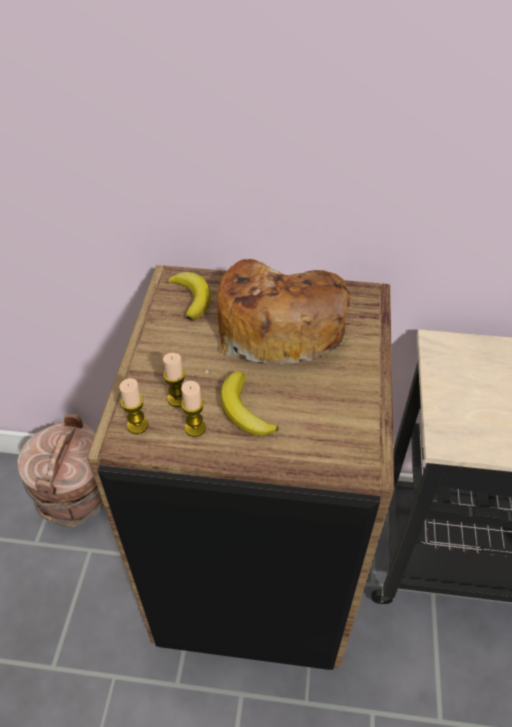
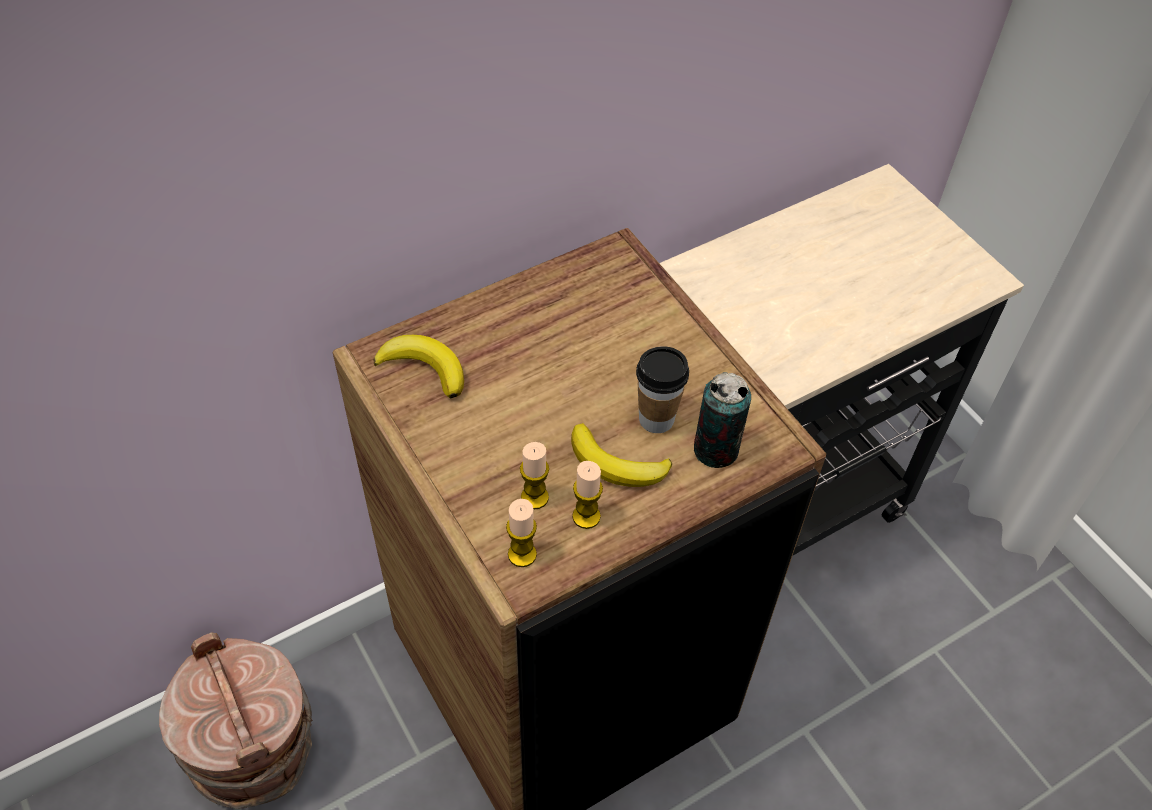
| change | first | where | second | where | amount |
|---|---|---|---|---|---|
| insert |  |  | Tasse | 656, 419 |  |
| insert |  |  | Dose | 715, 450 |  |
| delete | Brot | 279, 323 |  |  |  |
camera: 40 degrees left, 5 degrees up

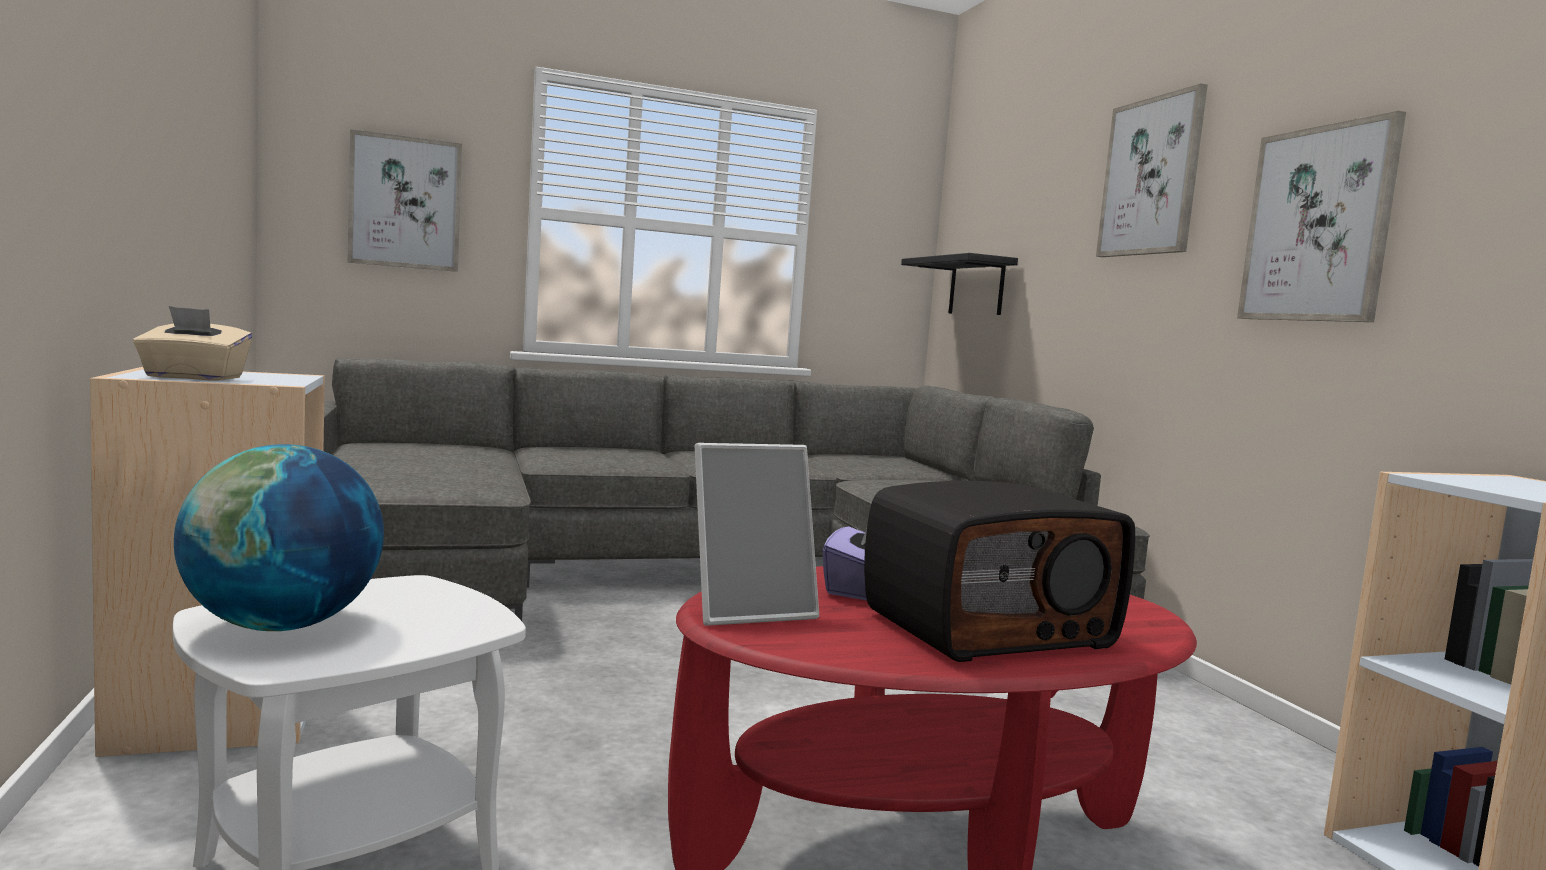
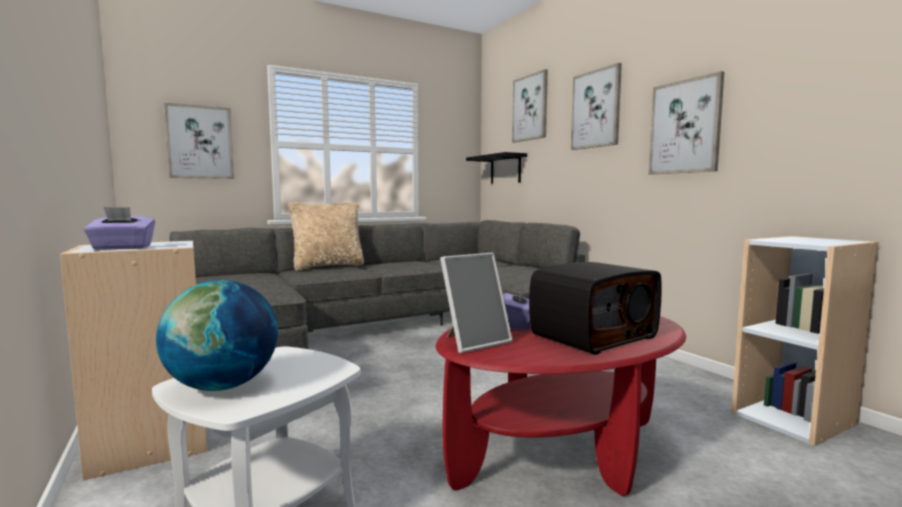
| change | first | where | second | where | amount |
|---|---|---|---|---|---|
| recolor | Taschentuchbox [beige] | 193, 377 | Taschentuchbox [lila] | 122, 248 |  |
| insert |  |  | Kissen [beige] | 329, 267 |  |
| insert |  |  | Bild | 530, 108 |  |
camera: 10 degrees left, 0 degrees up

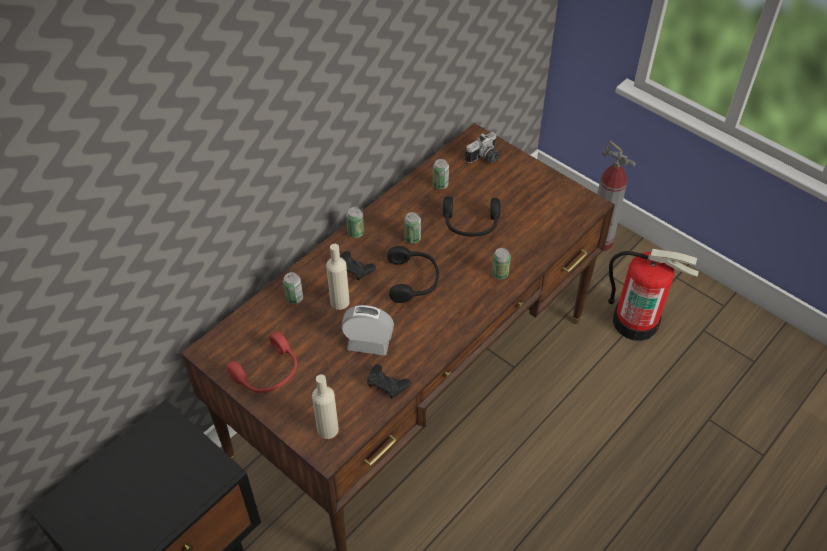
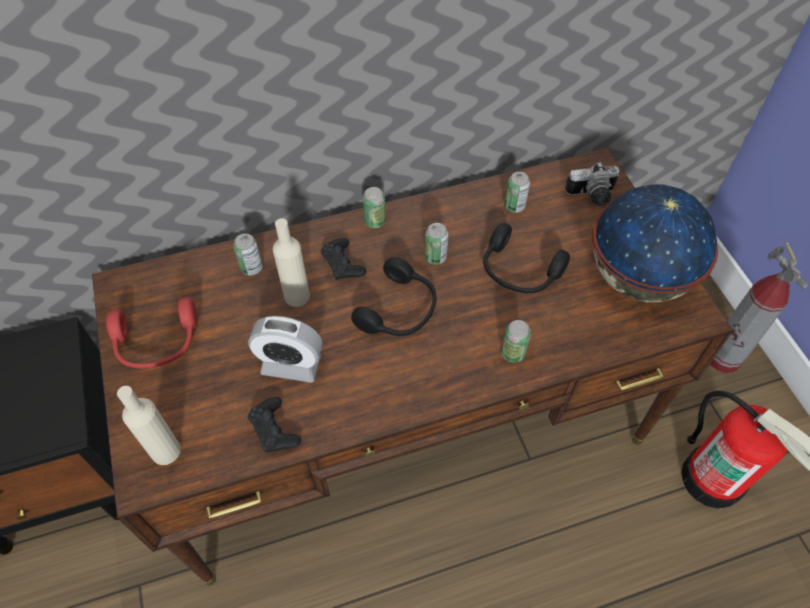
| change | first | where | second | where | amount |
|---|---|---|---|---|---|
| rotate | Wecker | 368, 343 |  | 291, 365 | 150 degrees clockwise |
| insert |  |  | Globus | 636, 277 |  |
camera: 30 degrees right, 5 degrees up

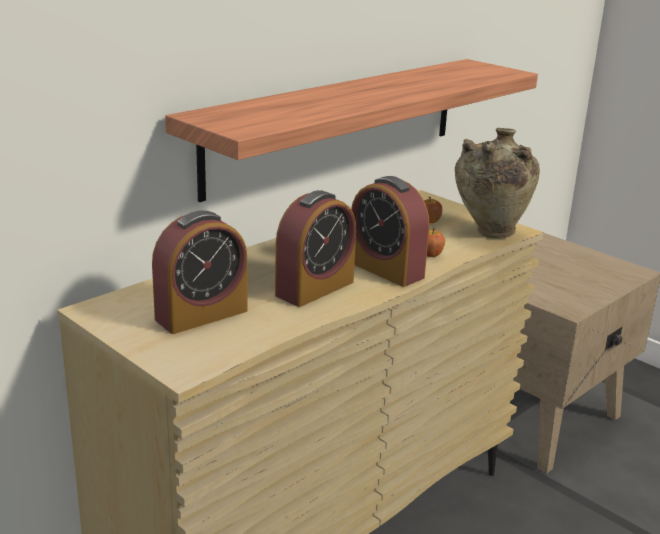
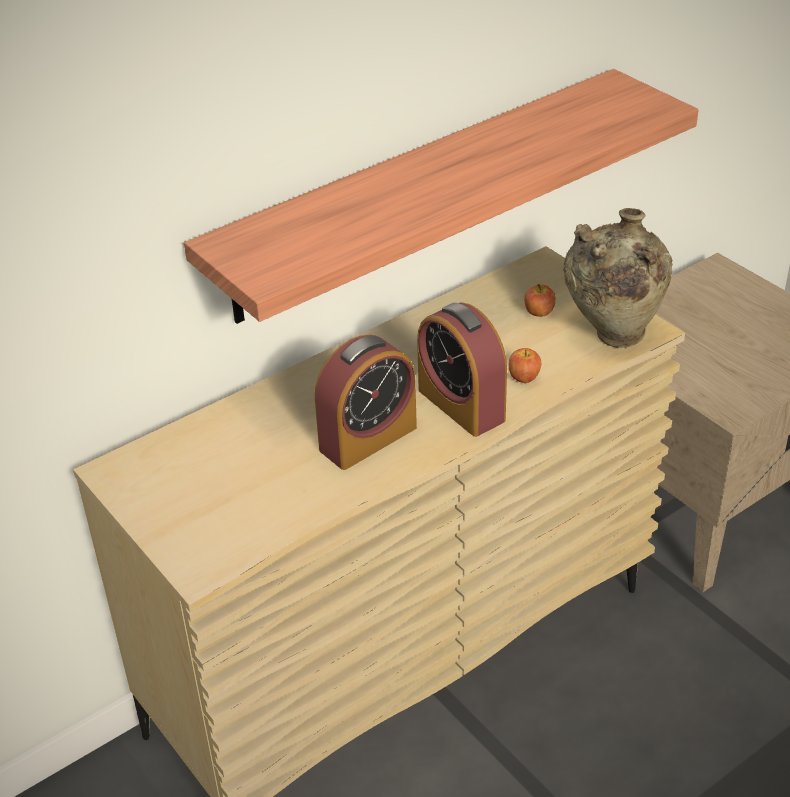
| change | first | where | second | where | amount |
|---|---|---|---|---|---|
| delete | Wecker | 201, 315 |  |  |  |
camera: 10 degrees right, 15 degrees up

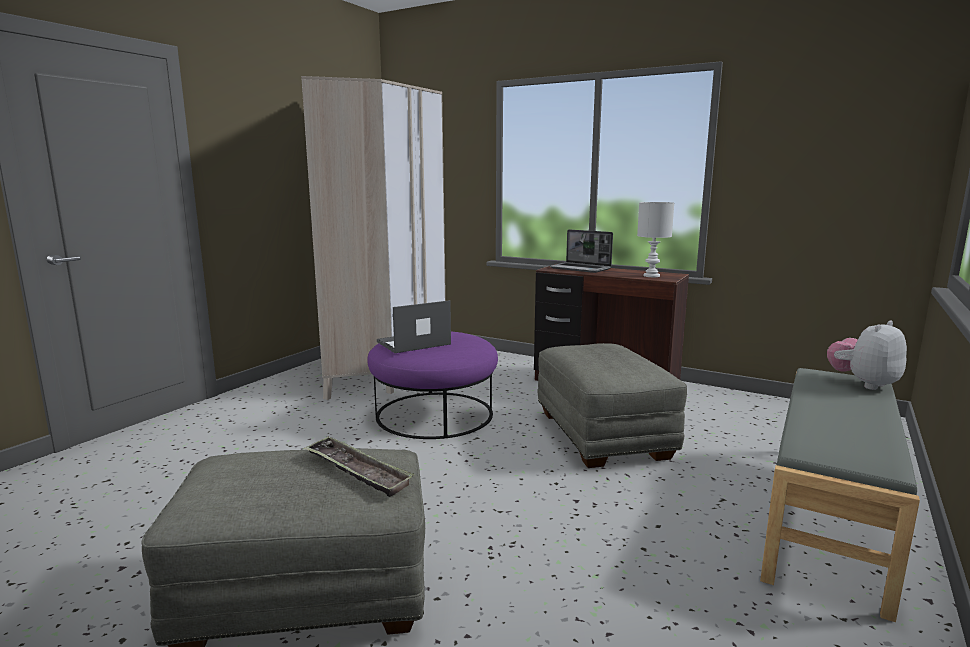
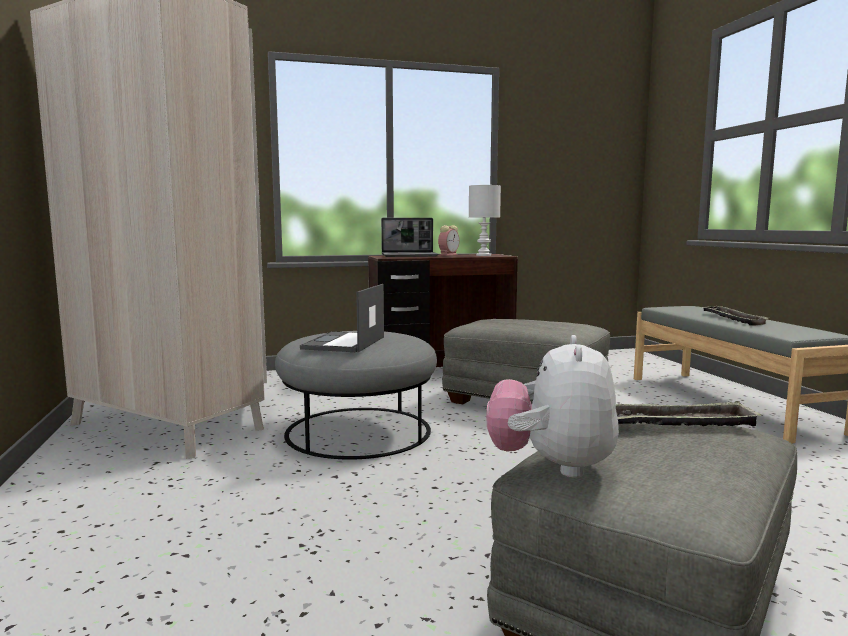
| change | first | where | second | where | amount |
|---|---|---|---|---|---|
| recolor | Polsterhocker [lila] | 434, 414 | Polsterhocker [grau] | 357, 431 |  |
| insert |  |  | Wecker | 448, 254 |  |
| move | Plüschtier | 863, 384 |  | 551, 466 |  |
| insert |  |  | Tablett | 732, 319 |  |
camera: 45 degrees left, 5 degrees down

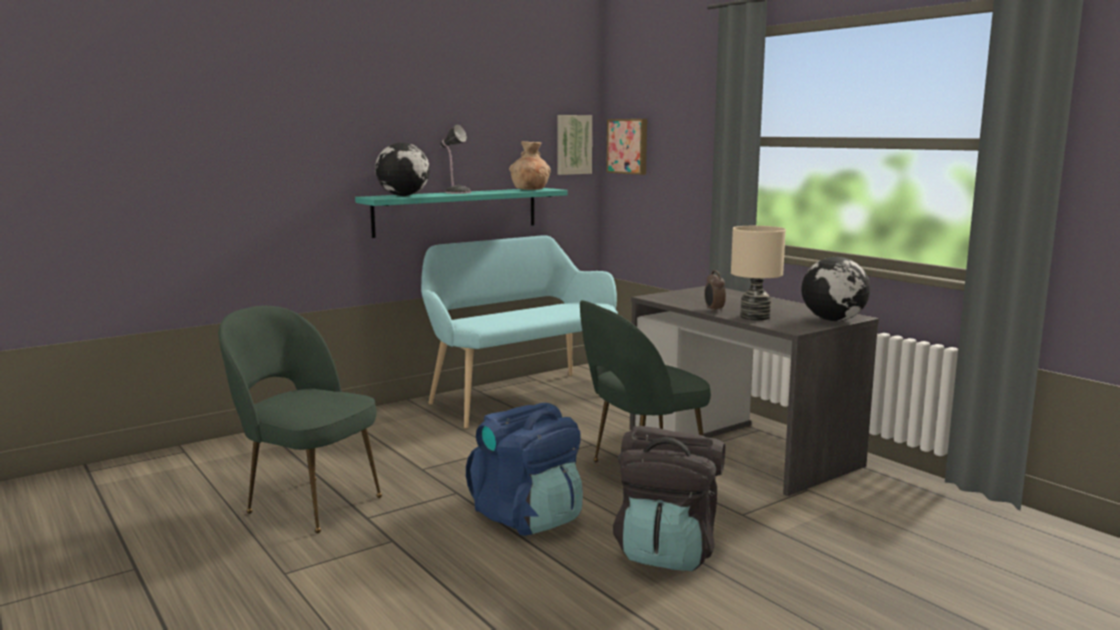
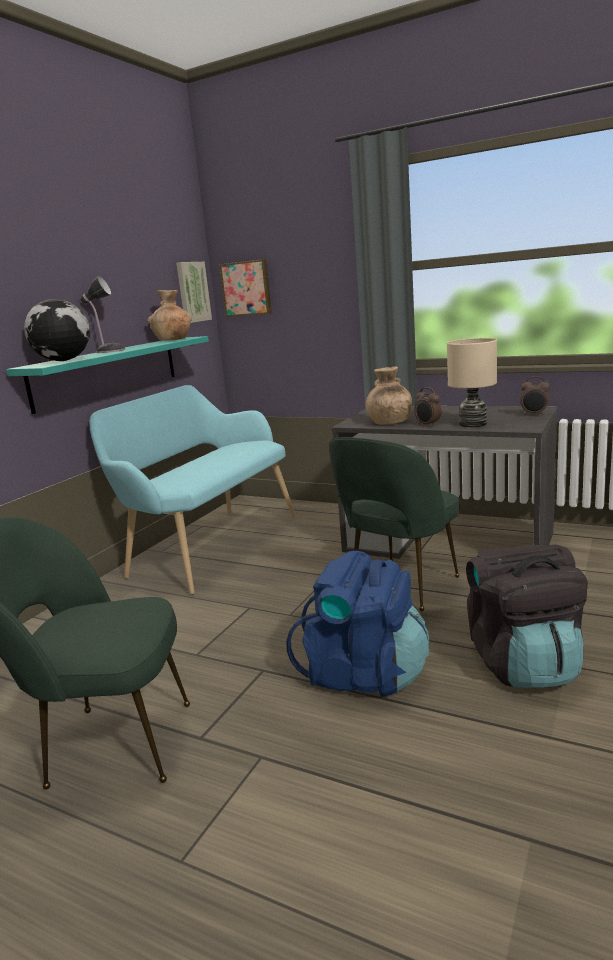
| change | first | where | second | where | amount |
|---|---|---|---|---|---|
| insert |  |  | Vase [braun] | 389, 422 |  |
| replace | Globus | 834, 320 | Wecker | 534, 414 |  |
camera: 25 degrees left, 5 degrees up

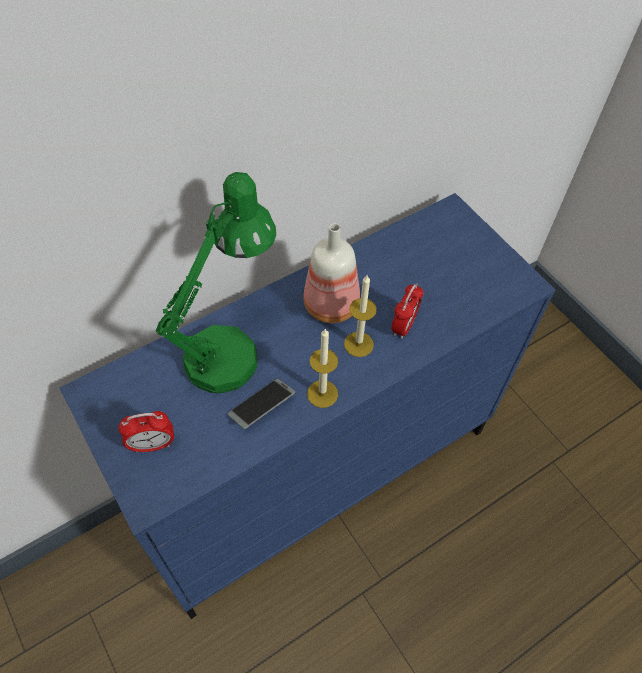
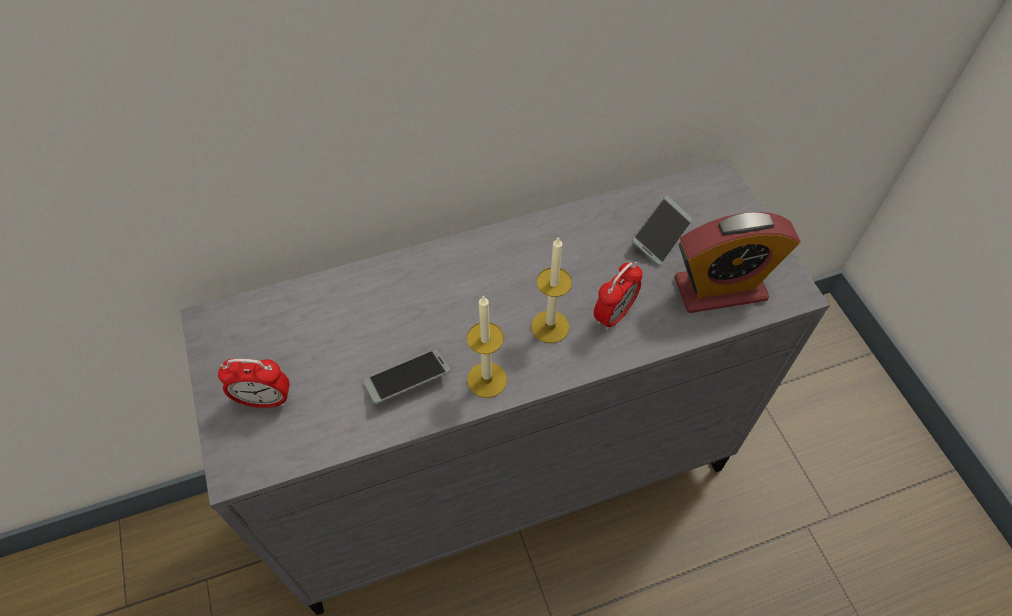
| change | first | where | second | where | amount |
|---|---|---|---|---|---|
| recolor | Kommode [blau] | 315, 471 | Kommode [grau] | 505, 472 |  |
| insert |  |  | Handy | 661, 235 |  |
| insert |  |  | Wecker | 720, 289 |  |
| delete | Tischlampe [grün] | 231, 349 |  |  |  |
| delete | Flasche | 333, 305 |  |  |  |
camera: 15 degrees right, 0 degrees up

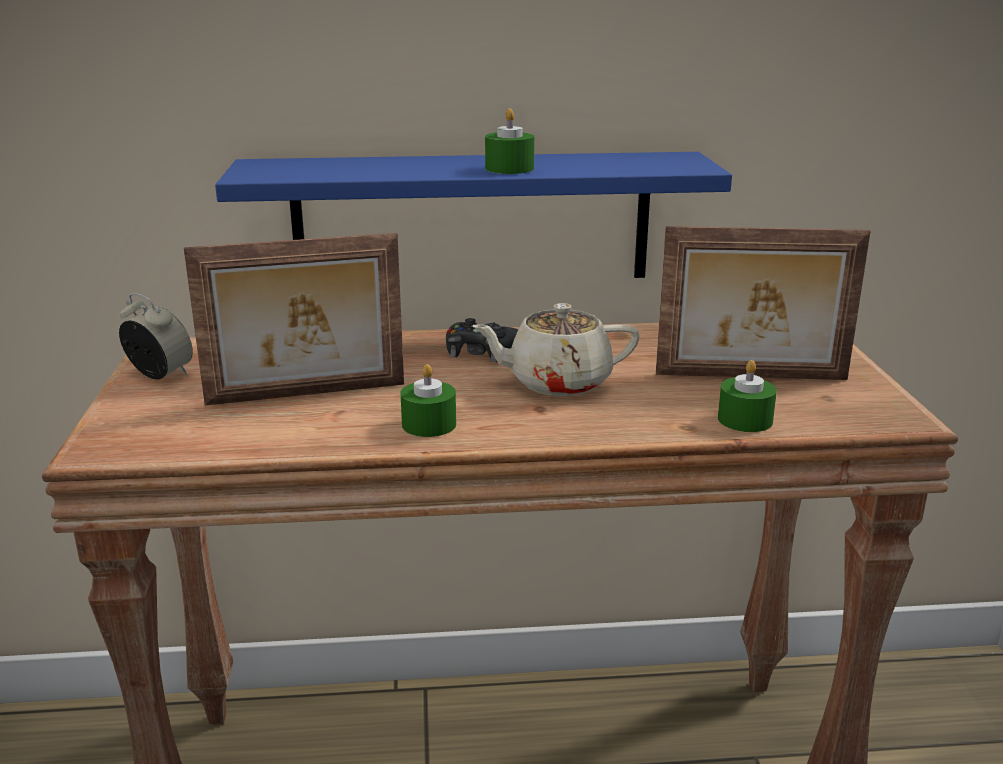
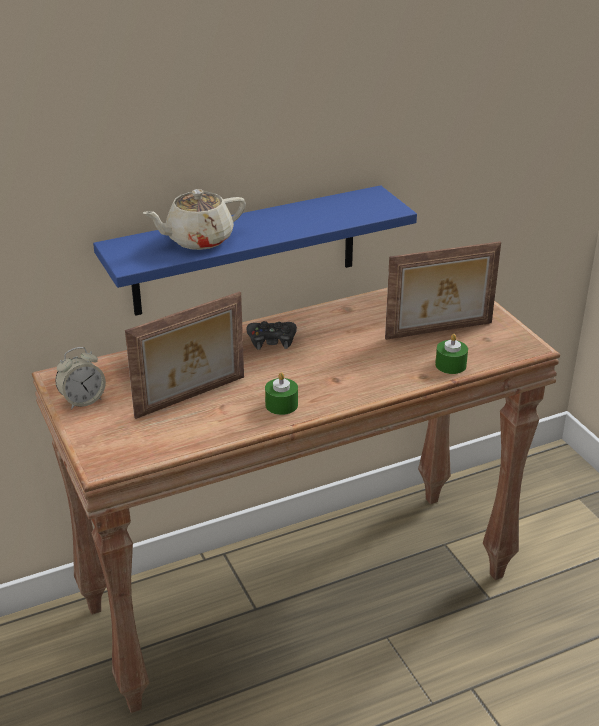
| change | first | where | second | where | amount |
|---|---|---|---|---|---|
| rotate | Wecker | 160, 375 |  | 83, 400 | 135 degrees clockwise |
| move | Teekanne [beige] | 557, 382 |  | 198, 240 |  |
| delete | Kerze [grün] | 509, 168 |  |  |  |
camera: 20 degrees left, 10 degrees up

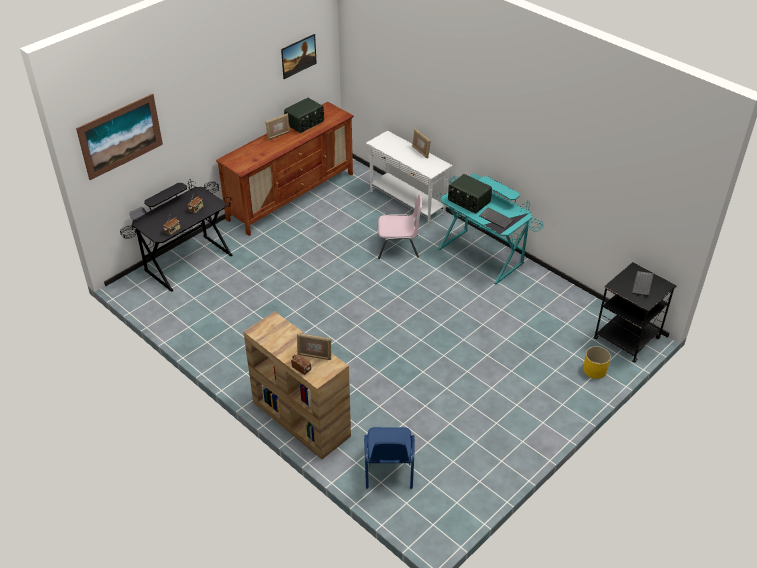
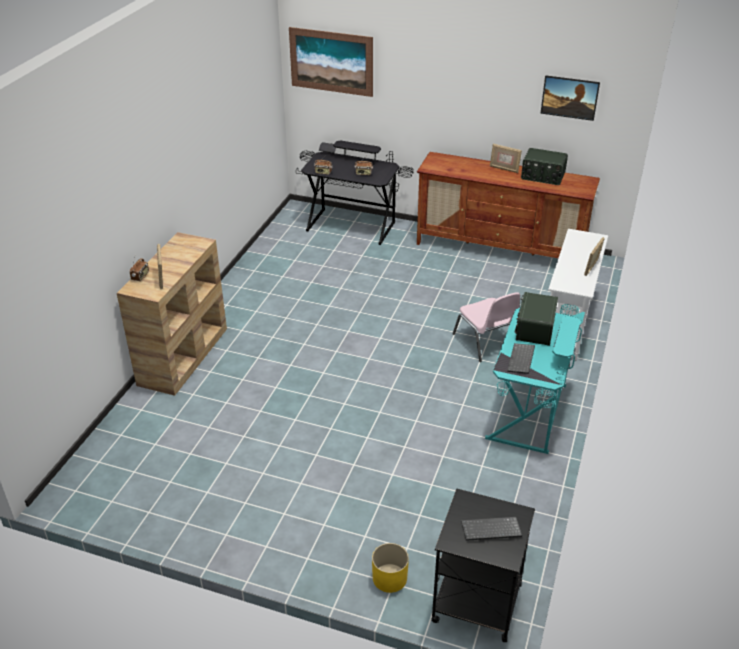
| change | first | where | second | where | amount |
|---|---|---|---|---|---|
| delete | Stuhl [blau] | 388, 468 |  |  |  |
camera: 65 degrees right, 5 degrees down

